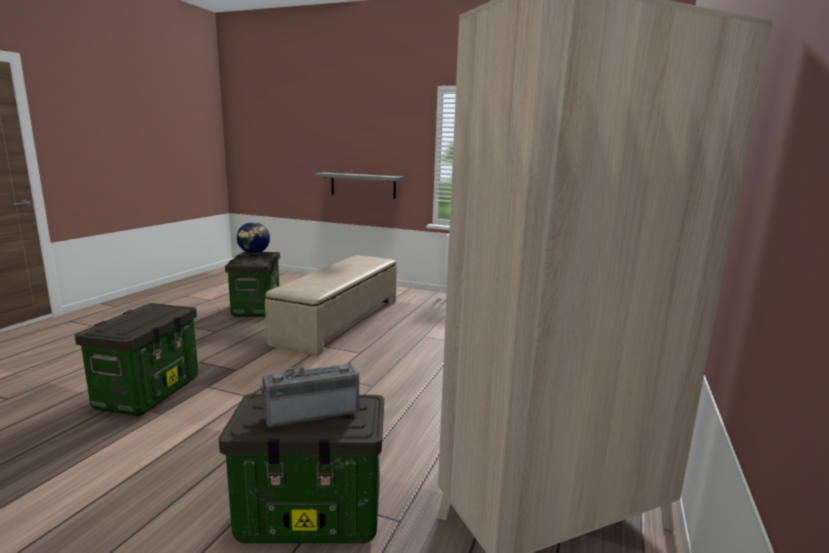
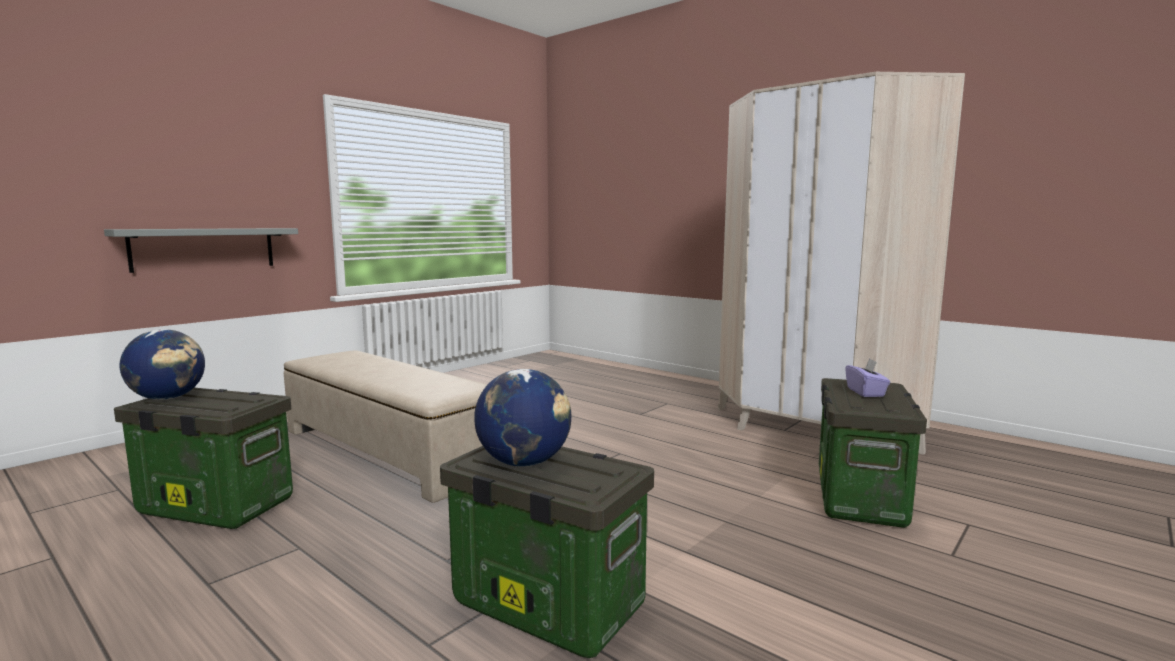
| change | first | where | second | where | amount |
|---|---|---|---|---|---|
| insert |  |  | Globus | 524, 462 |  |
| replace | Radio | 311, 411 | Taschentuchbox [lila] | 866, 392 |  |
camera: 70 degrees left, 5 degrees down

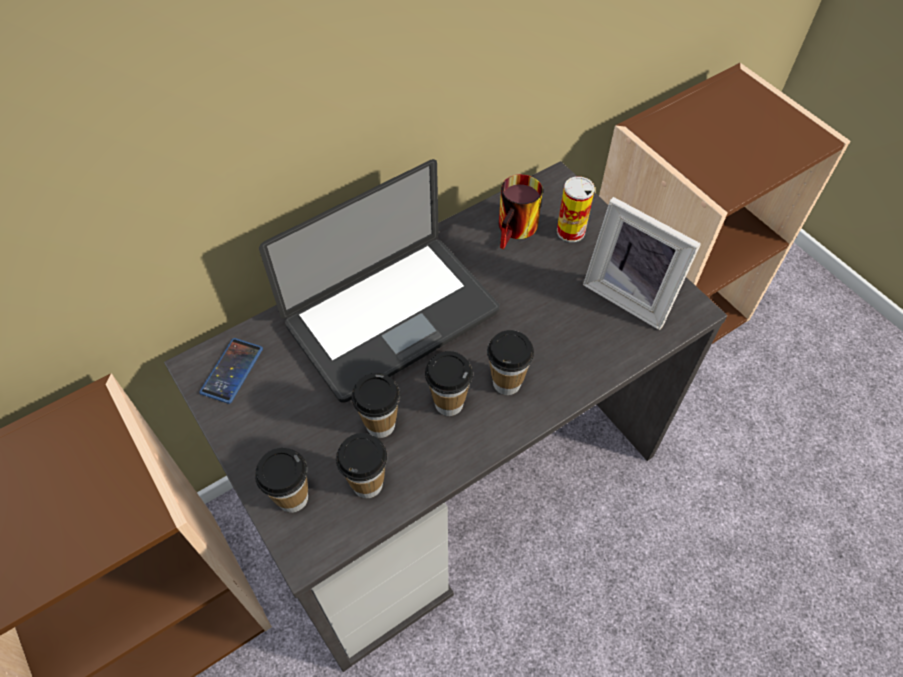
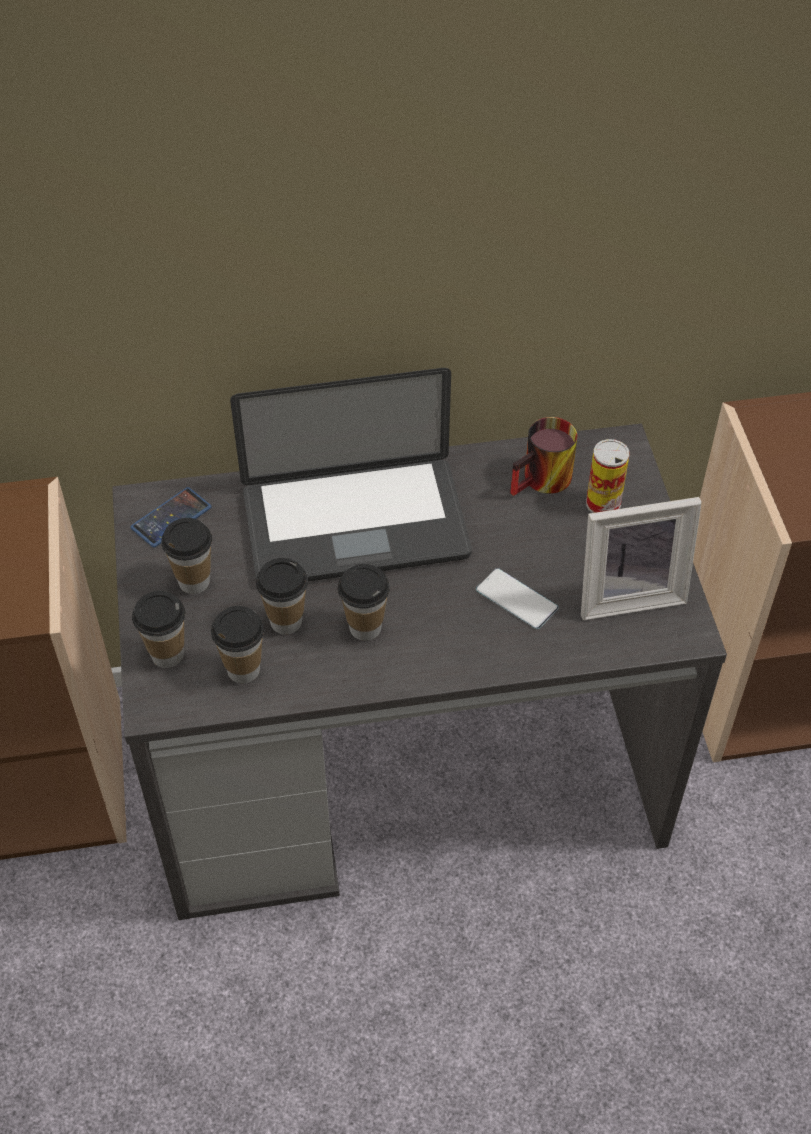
| change | first | where | second | where | amount |
|---|---|---|---|---|---|
| move | Tasse | 506, 382 |  | 194, 581 |  |
| insert |  |  | Handy | 516, 599 |  |
| rotate | Bilderrahmen | 630, 295 |  | 628, 593 | 75 degrees counterclockwise |
camera: 25 degrees right, 5 degrees down

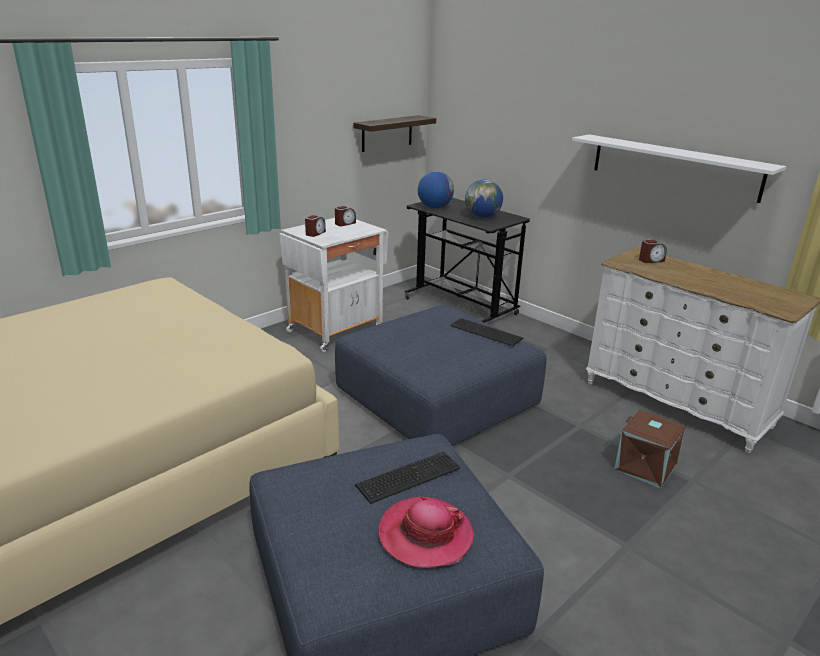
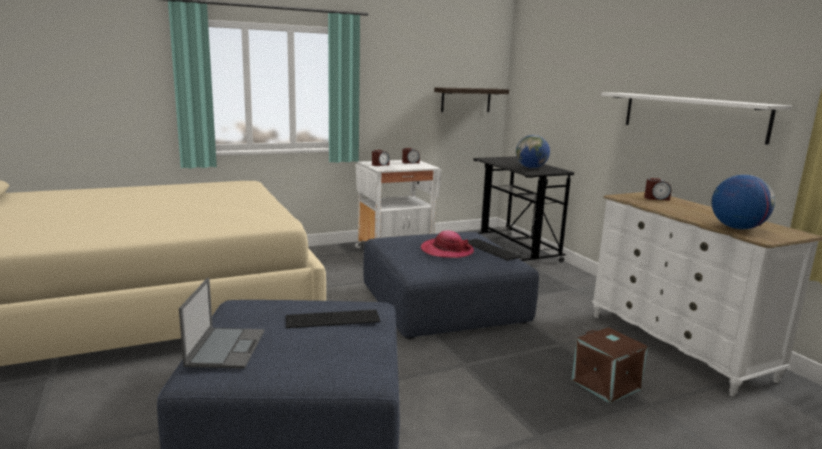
| change | first | where | second | where | amount |
|---|---|---|---|---|---|
| insert |  |  | Laptop | 226, 347 |  |
| move | Hut | 425, 535 |  | 447, 251 |  |
| move | Globus | 434, 207 |  | 737, 228 |  |
camera: 20 degrees right, 10 degrees down

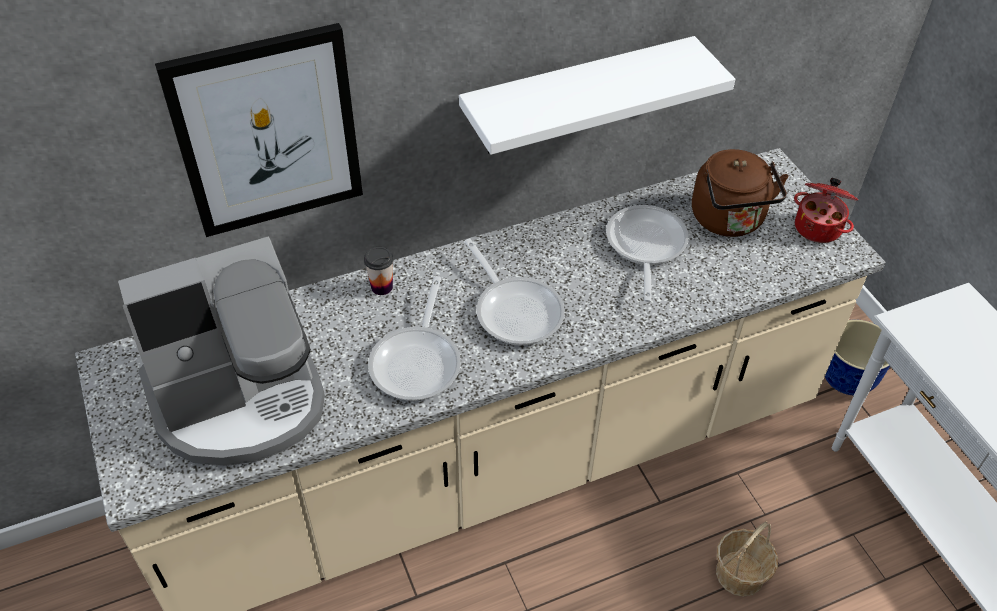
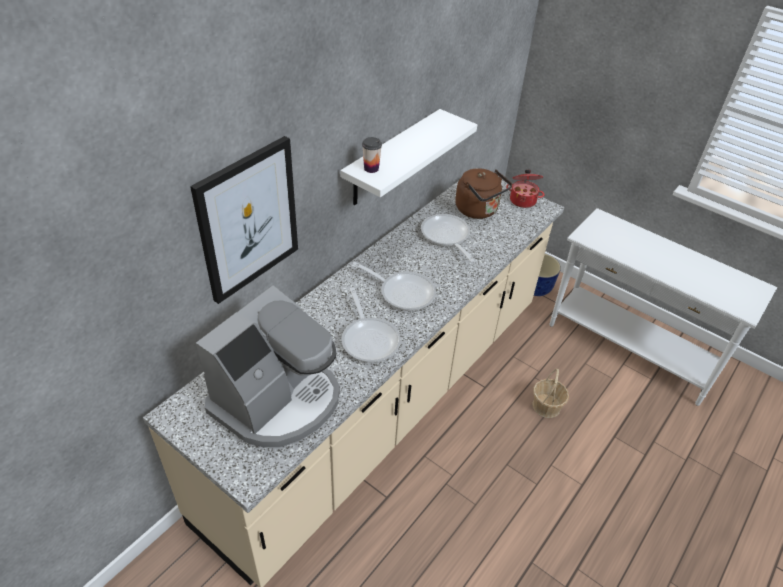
| change | first | where | second | where | amount |
|---|---|---|---|---|---|
| move | Tasse | 382, 287 |  | 371, 168 |  |
camera: 30 degrees left, 5 degrees down

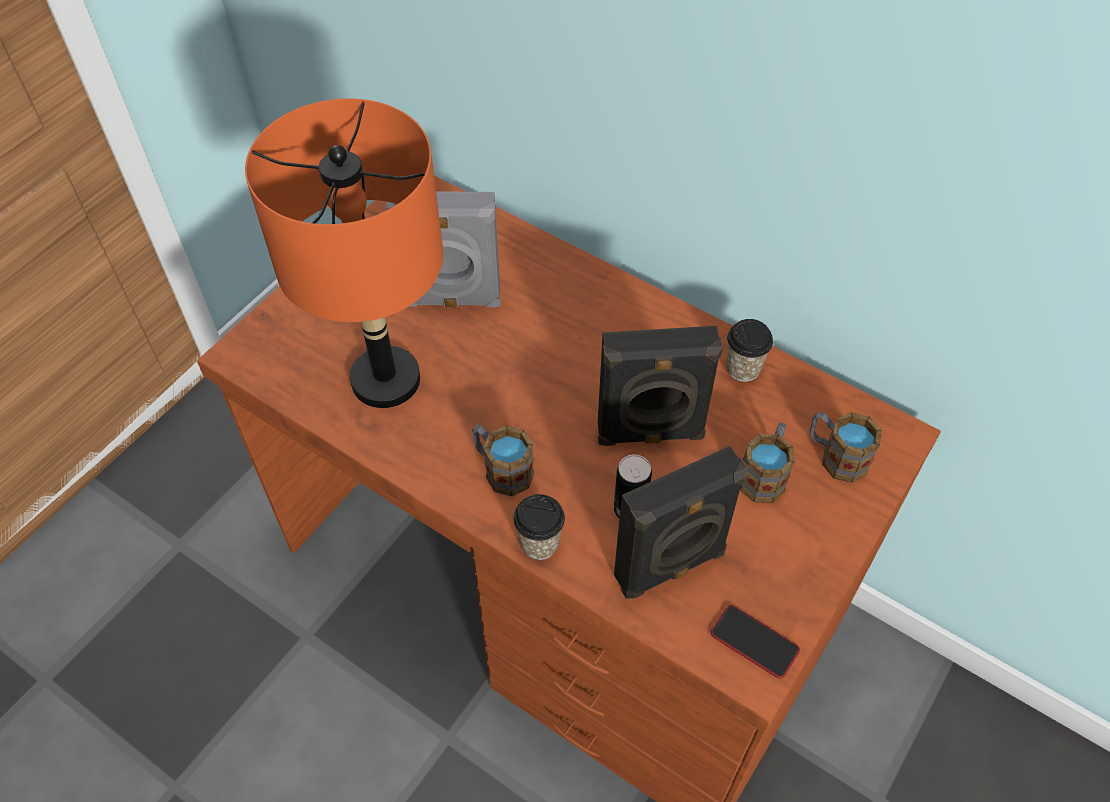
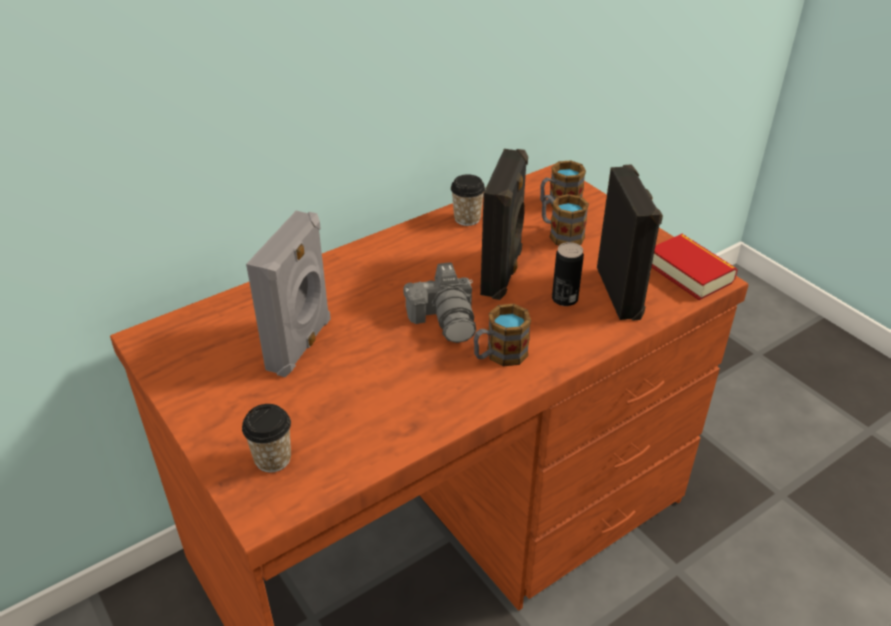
| change | first | where | second | where | amount |
|---|---|---|---|---|---|
| move | Tasse | 539, 543 |  | 273, 459 |  |
| insert |  |  | Kamera | 445, 318 |  |
| replace | Handy | 754, 642 | Buch | 689, 273 |  |
| delete | Tischlampe [orange] | 385, 380 |  |  |  |
camera: 70 degrees left, 15 degrees down

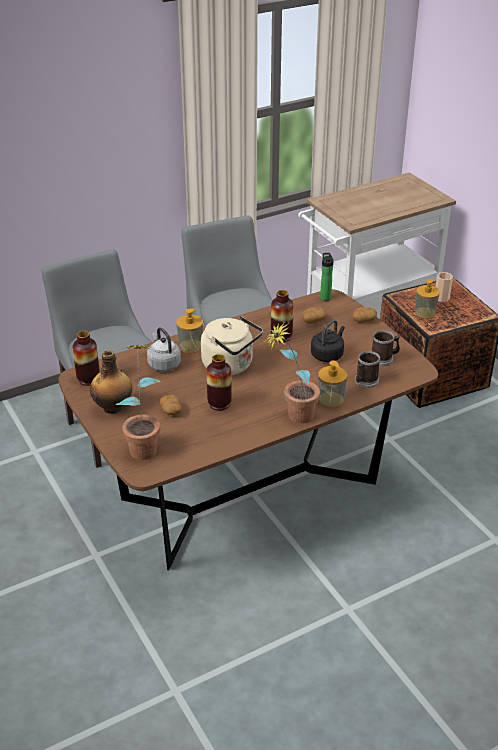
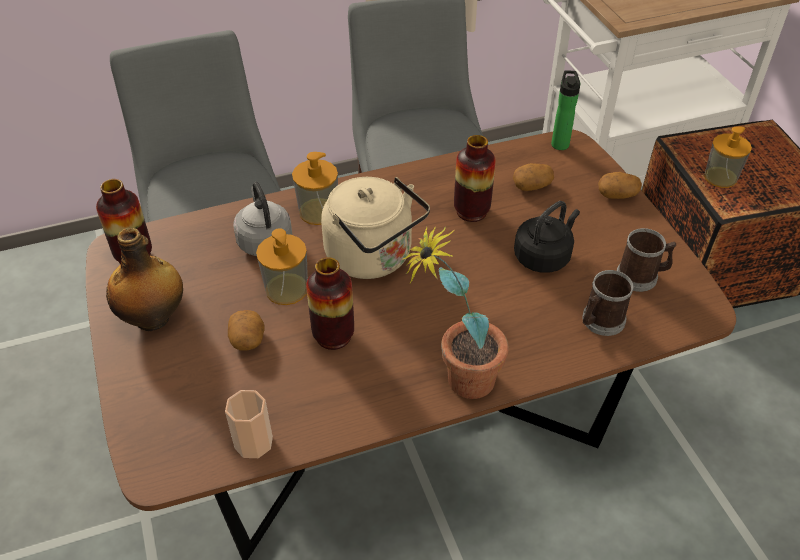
| change | first | where | second | where | amount |
|---|---|---|---|---|---|
| move | Tasse | 441, 298 |  | 253, 442 |  |
| move | Seifenspender | 331, 400 |  | 286, 289 |  |
| delete | Topfpflanze | 144, 444 |  |  |  |
camera: 10 degrees right, 10 degrees up

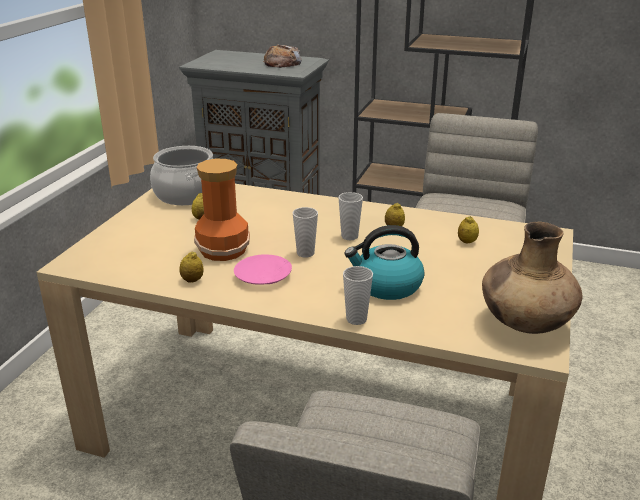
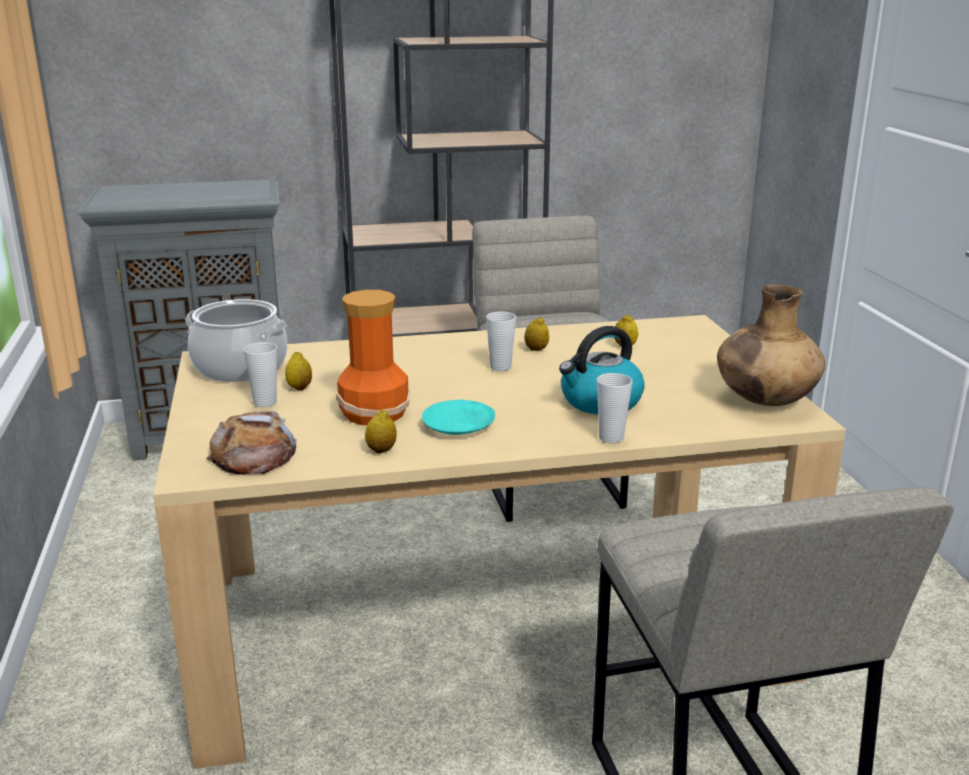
| change | first | where | second | where | amount |
|---|---|---|---|---|---|
| move | Brot | 282, 63 |  | 254, 455 |  |
| move | Tasse | 305, 253 |  | 265, 403 |  |
| recolor | Teller [rosa] | 264, 276 | Teller [türkis] | 459, 426 |  |
camera: 30 degrees left, 5 degrees down

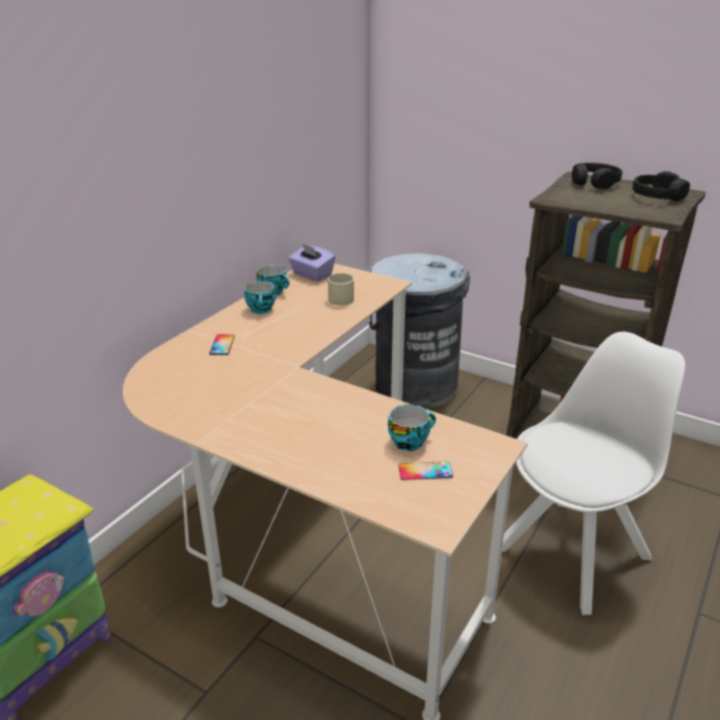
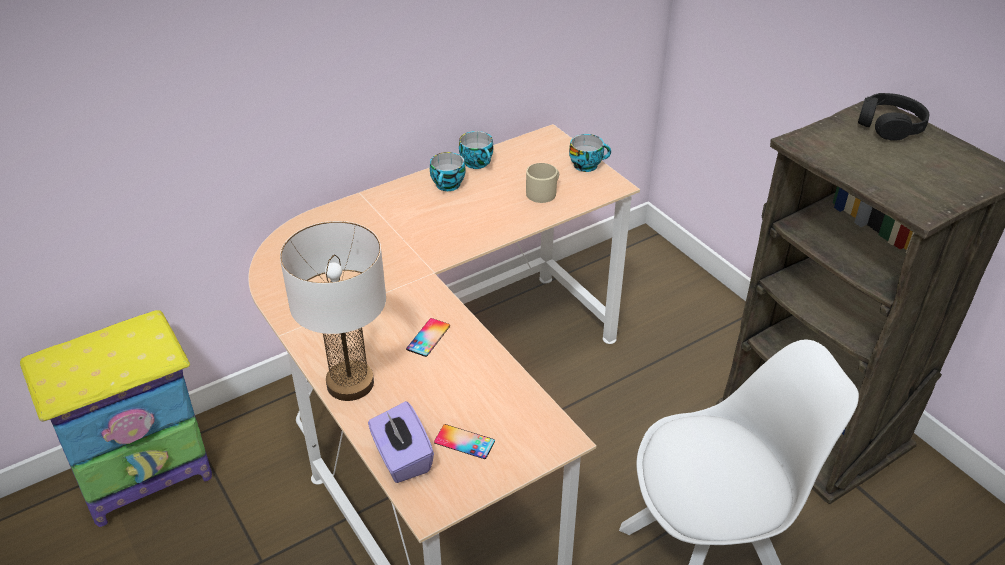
| change | first | where | second | where | amount |
|---|---|---|---|---|---|
| insert |  |  | Tischlampe | 350, 383 |  |
| move | Taschentuchbox [lila] | 312, 274 |  | 401, 458 |  |
| move | Handy | 222, 345 |  | 428, 337 |  |
| move | Tasse | 410, 441 |  | 587, 165 |  |
| delete | Mülleimer [grau] | 415, 385 |  |  |  |
| delete | Kopfhörer [schwarz] | 657, 196 |  |  |  |
camera: 25 degrees right, 10 degrees up

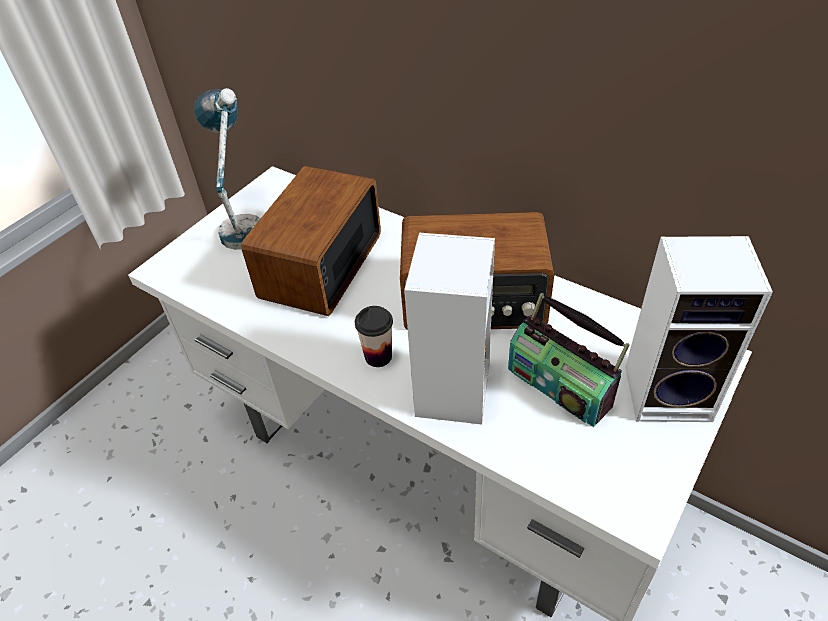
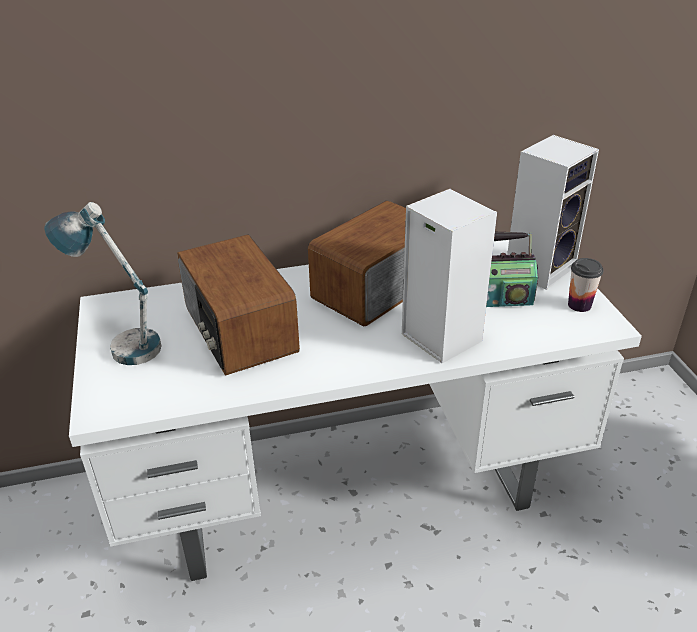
| change | first | where | second | where | amount |
|---|---|---|---|---|---|
| move | Tasse | 378, 356 |  | 579, 305 |  |
camera: 50 degrees left, 10 degrees down

